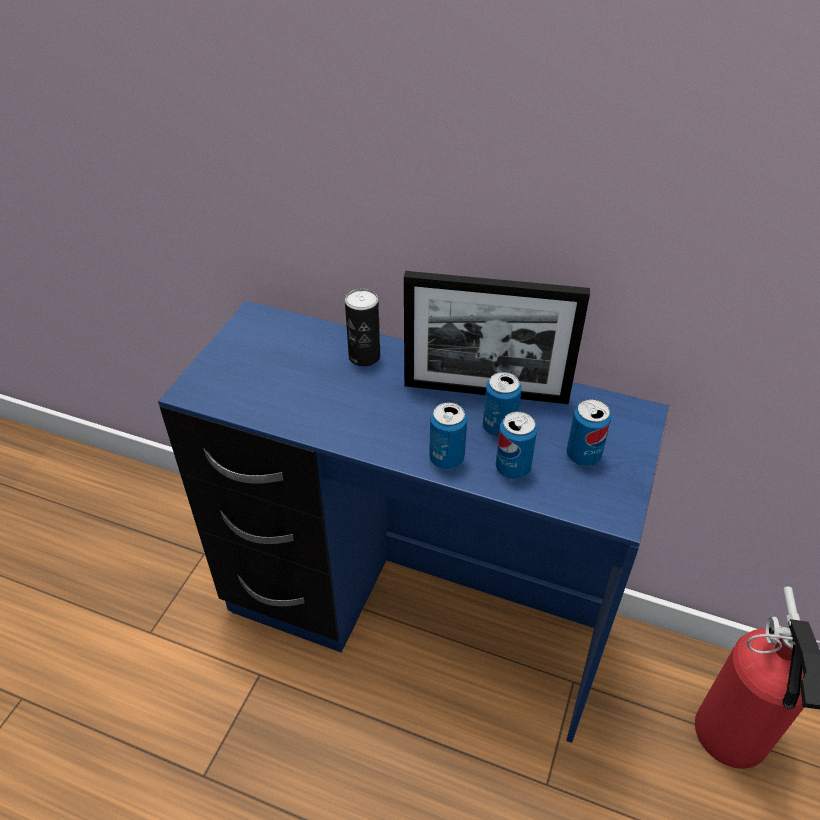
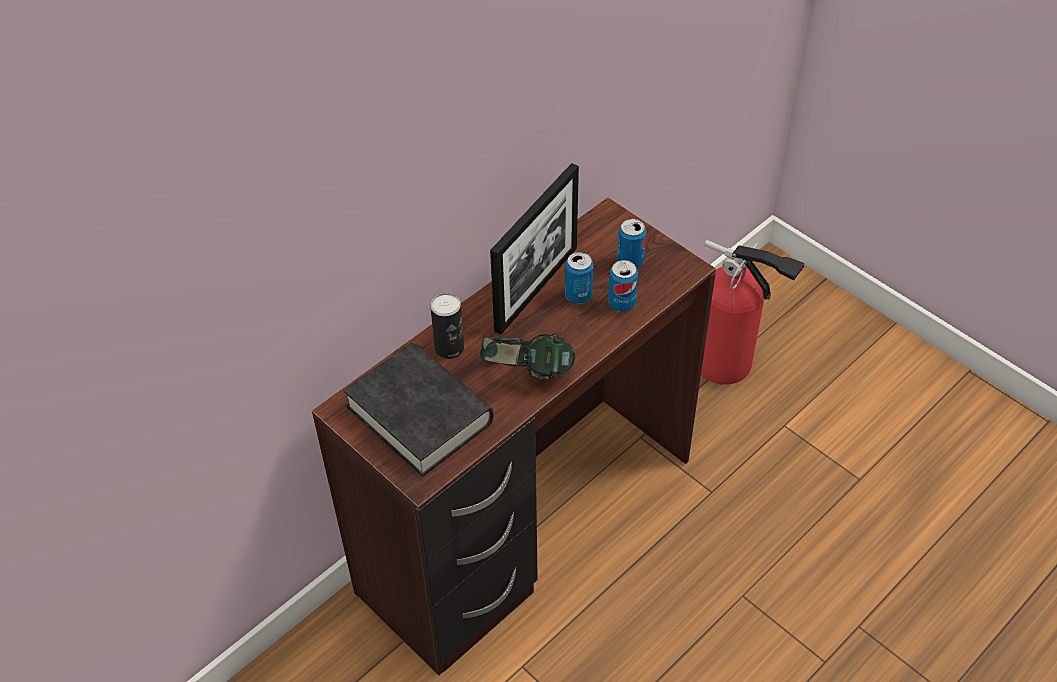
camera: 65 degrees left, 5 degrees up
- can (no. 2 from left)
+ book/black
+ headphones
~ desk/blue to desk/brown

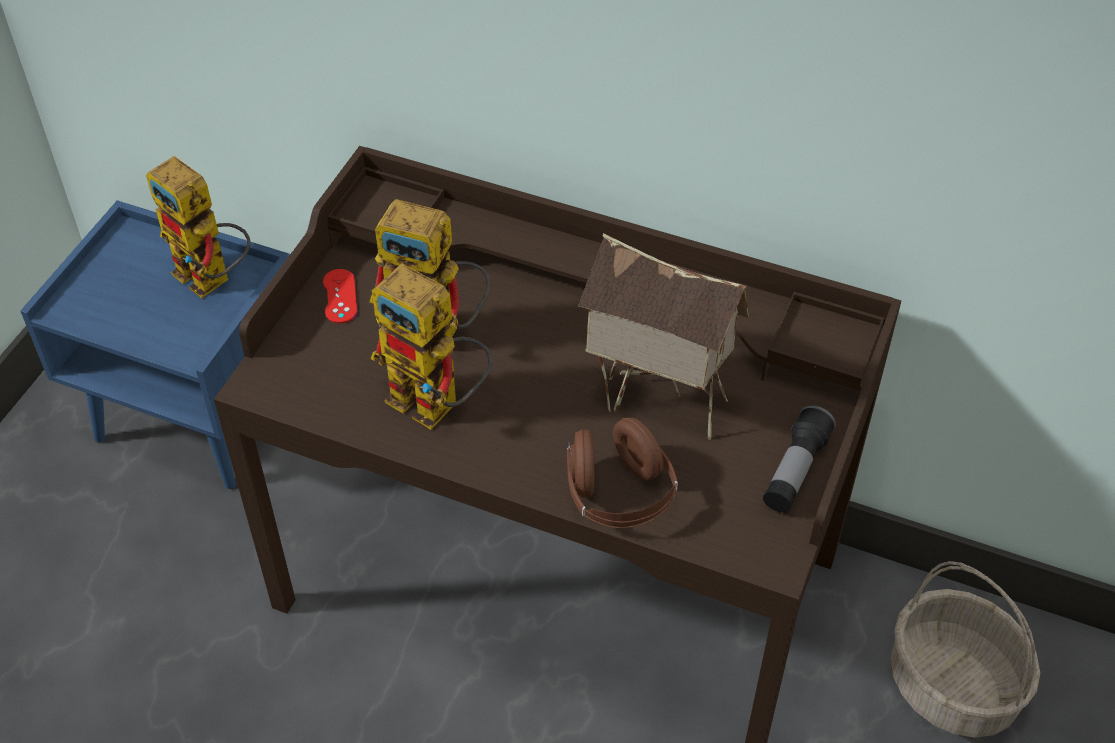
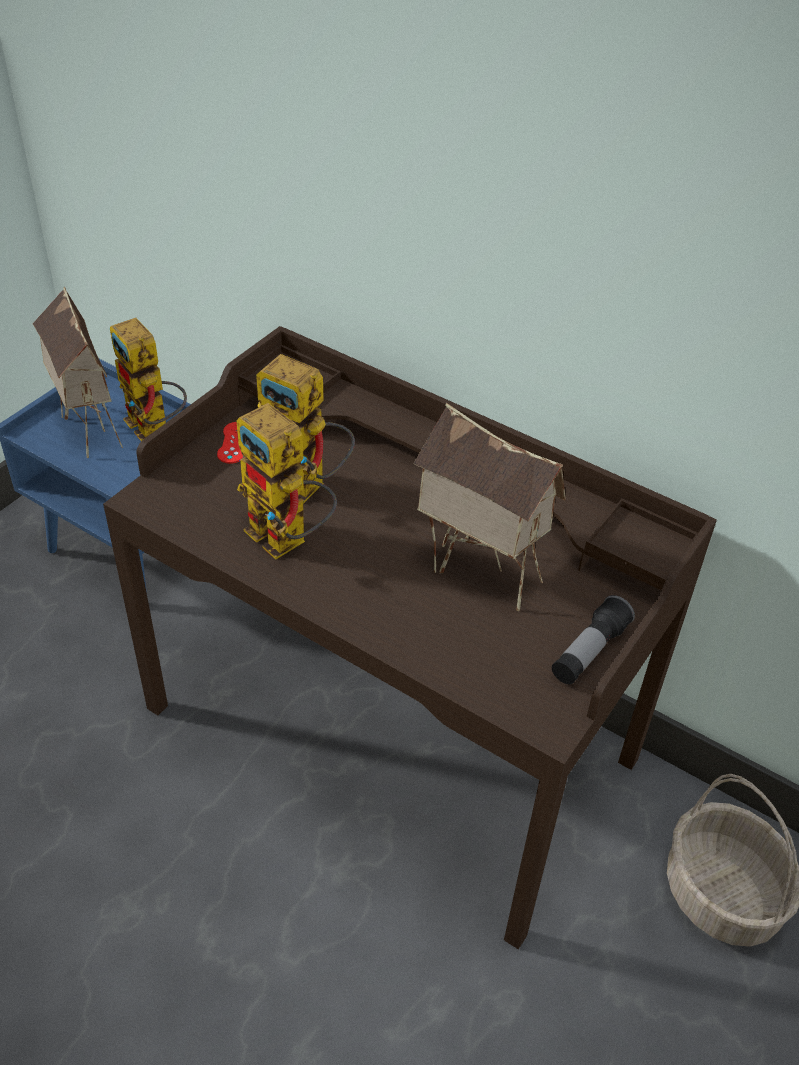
camera: 10 degrees right, 5 degrees down
- headphones/brown
+ toy house (no. 1 from left)

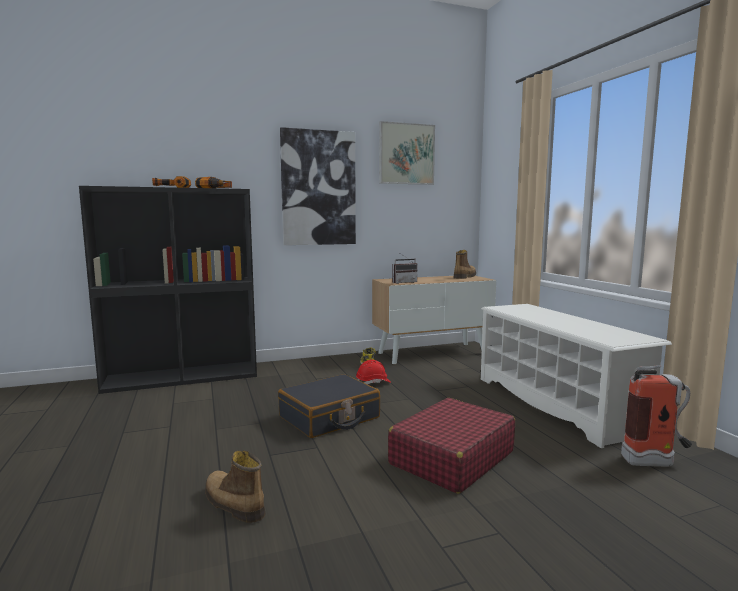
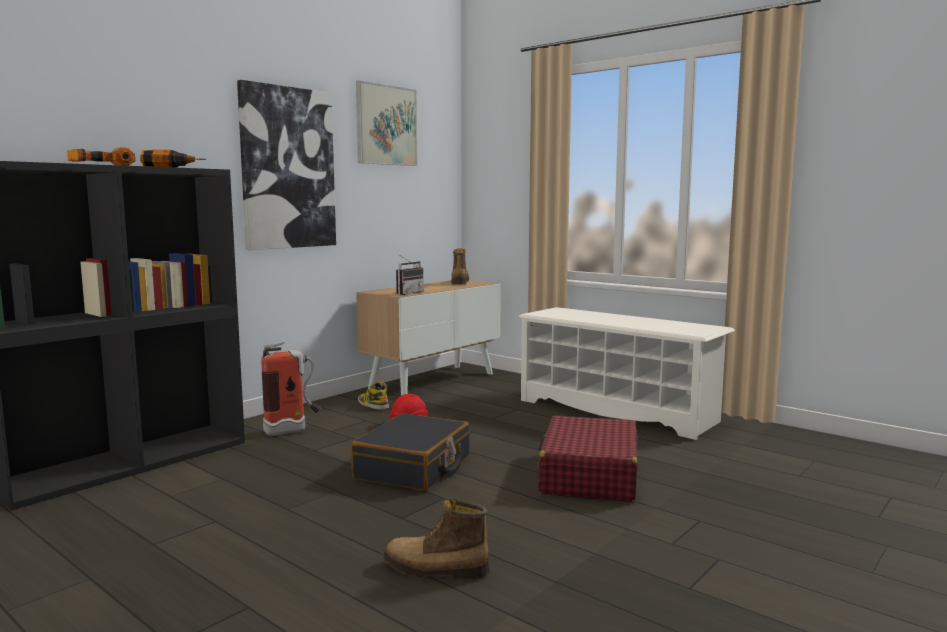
camera: 30 degrees left, 0 degrees up
~ fire extinguisher

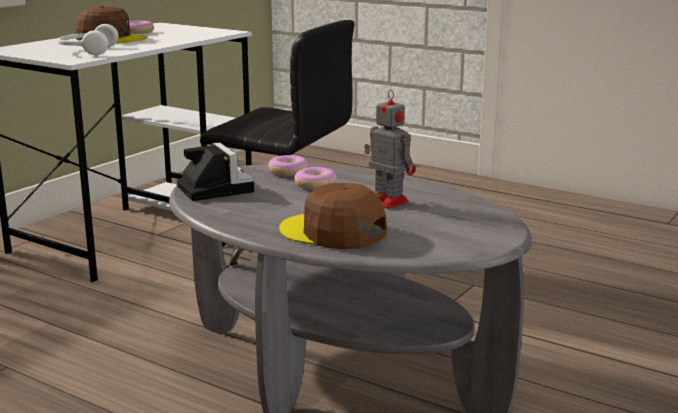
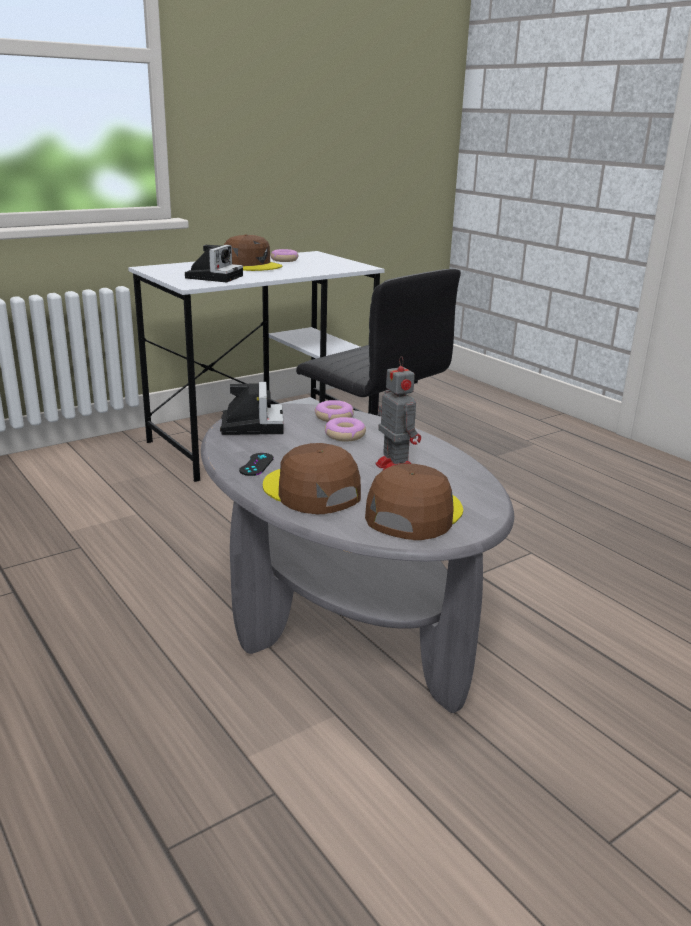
camera: 20 degrees right, 5 degrees up
+ game controller/black
+ cap/brown (no. 3 from left)
~ headphones/white to photo camera (no. 1 from left)

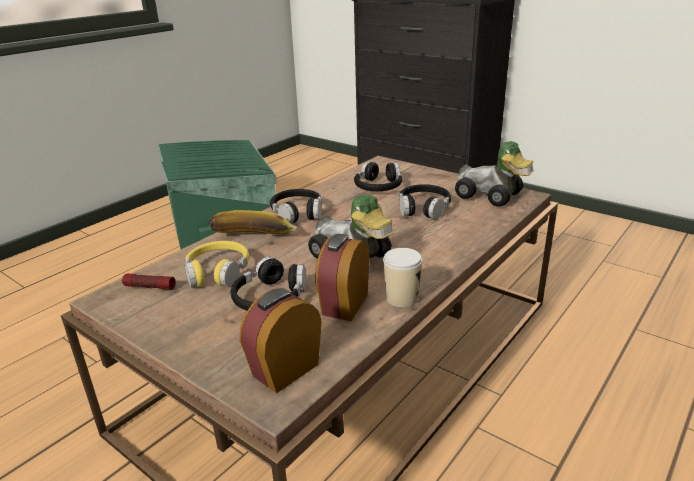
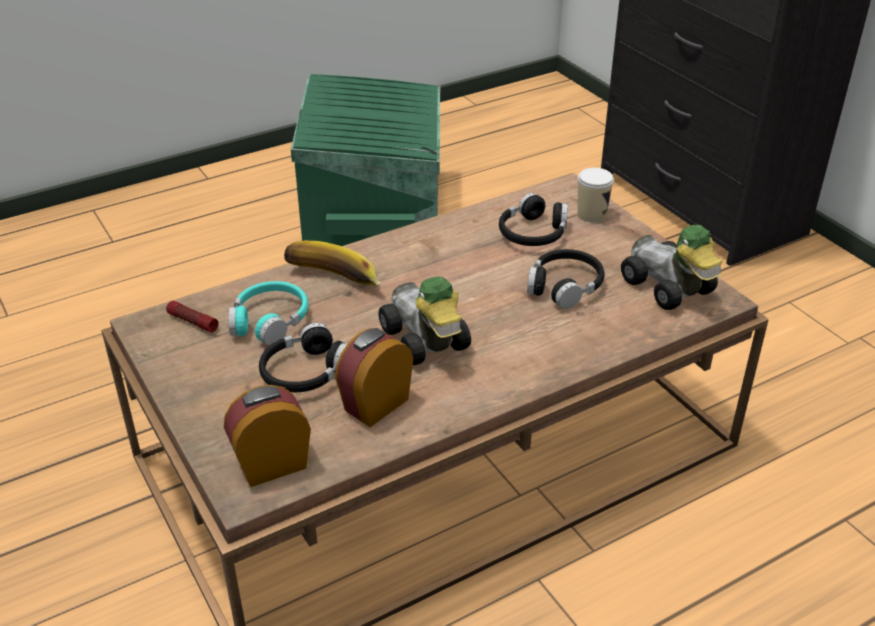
camera: 20 degrees right, 10 degrees up
- headphones/black (no. 2 from left)
~ cup
~ headphones/yellow to headphones/turquoise

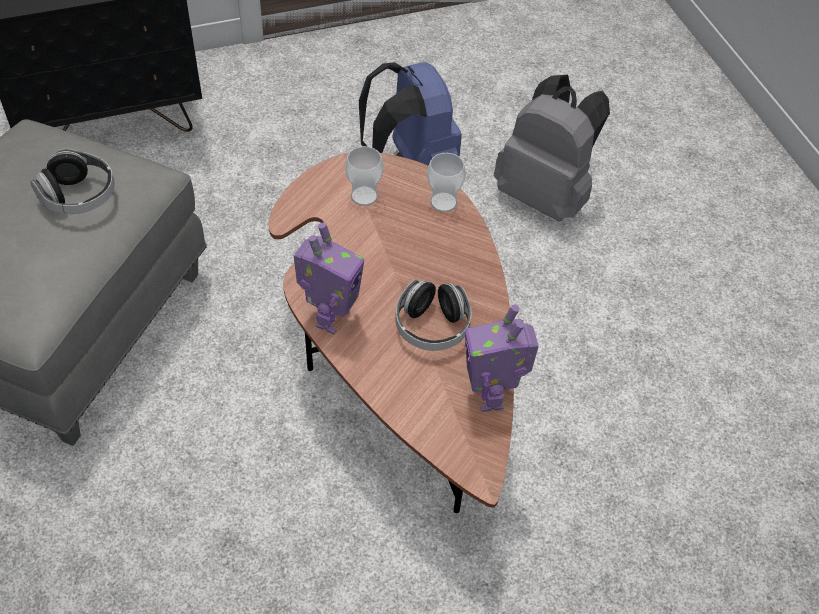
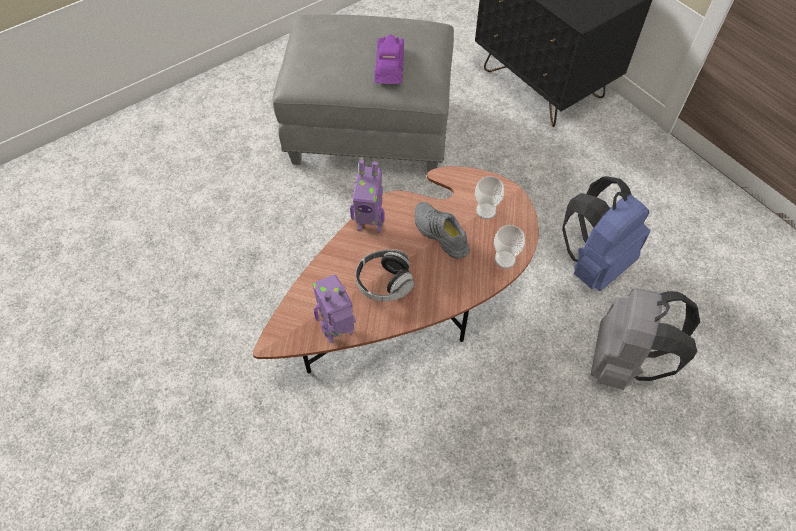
camera: 75 degrees right, 5 degrees up
+ shoe/grey
~ headphones (no. 1 from left) to toy car/purple

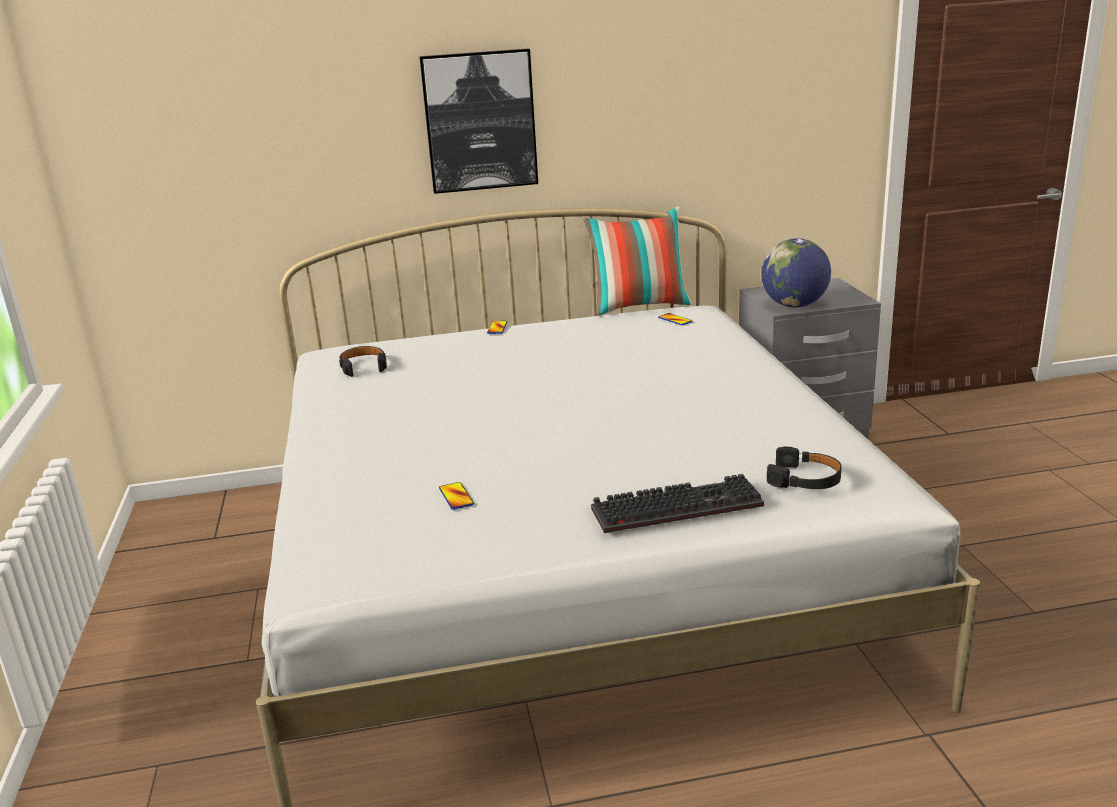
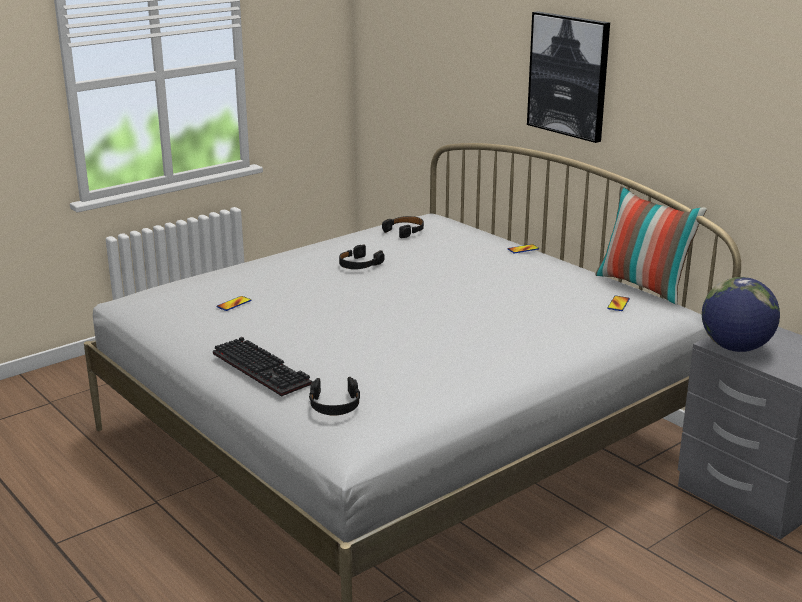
camera: 60 degrees right, 0 degrees up
+ headphones/black (no. 2 from left)

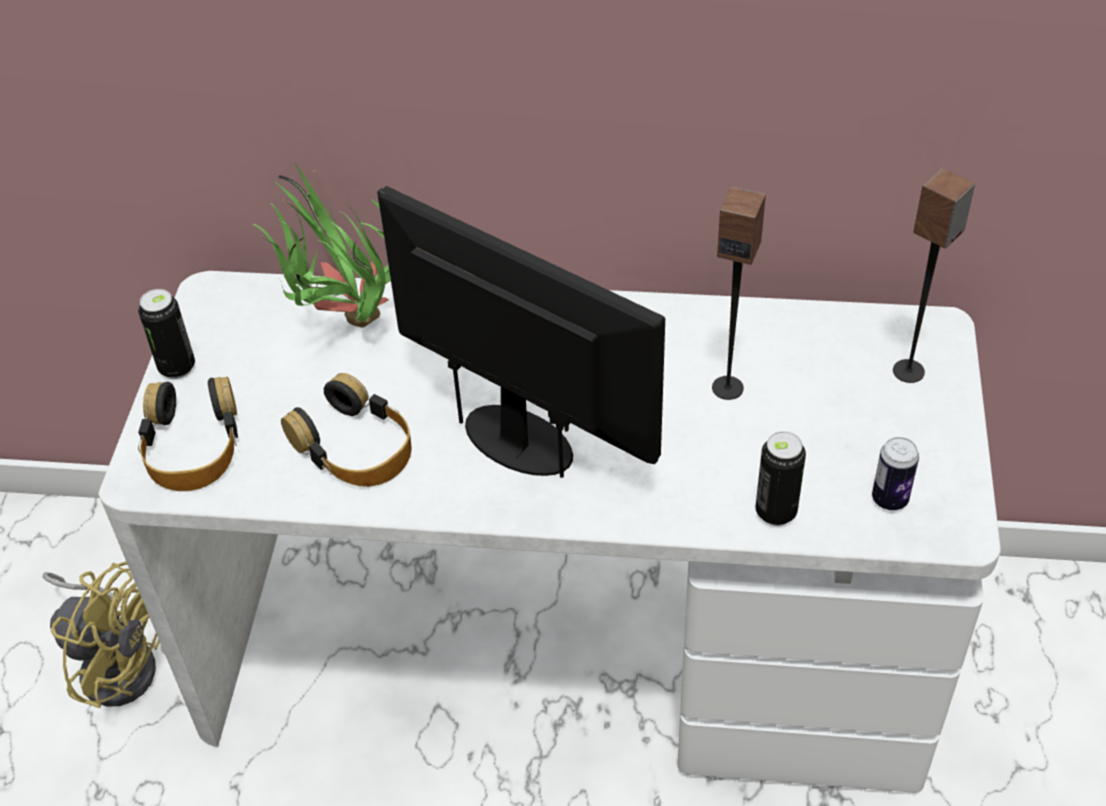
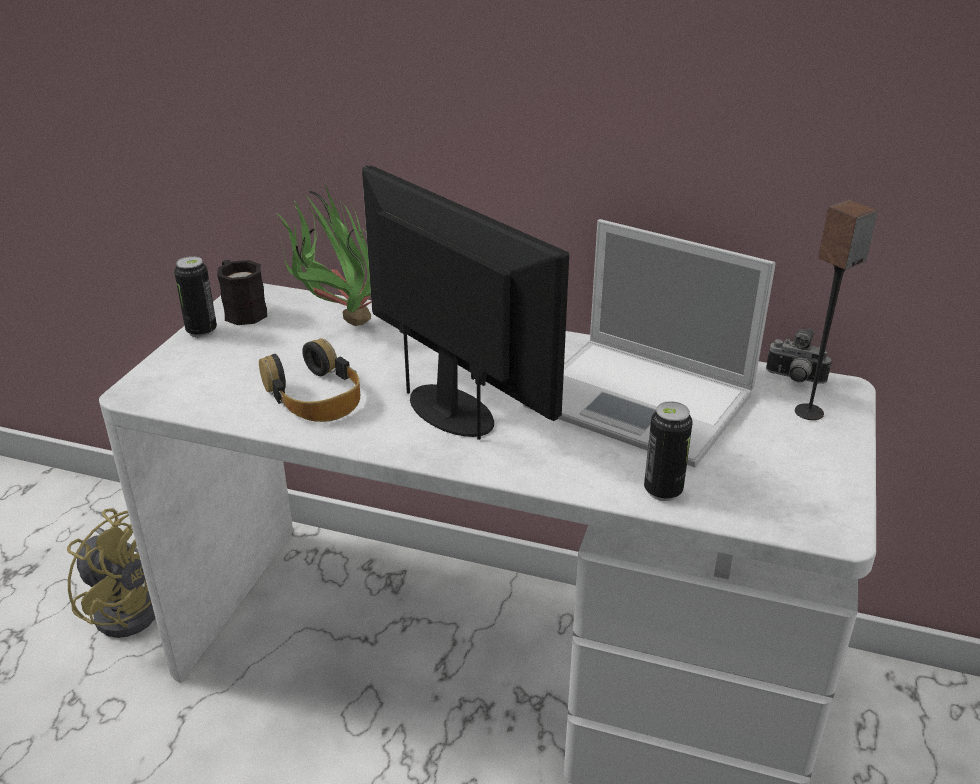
camera: 10 degrees right, 15 degrees down
- headphones (no. 1 from left)
- can (no. 3 from left)
+ mug/black
+ photo camera
~ speaker (no. 1 from left) to laptop

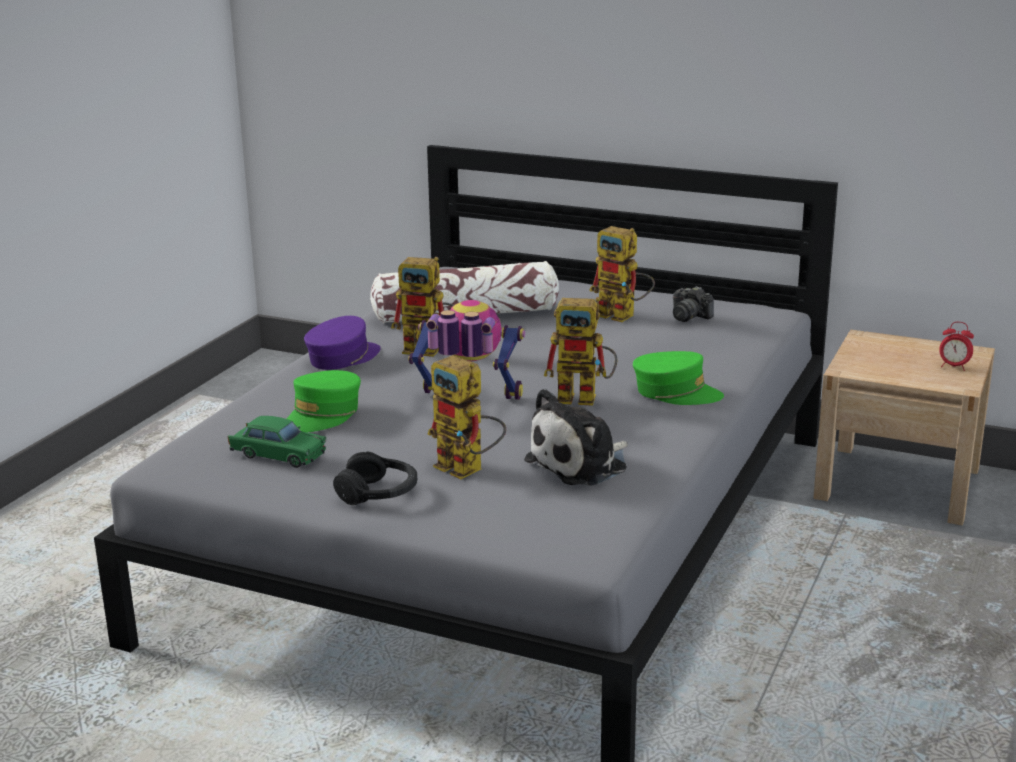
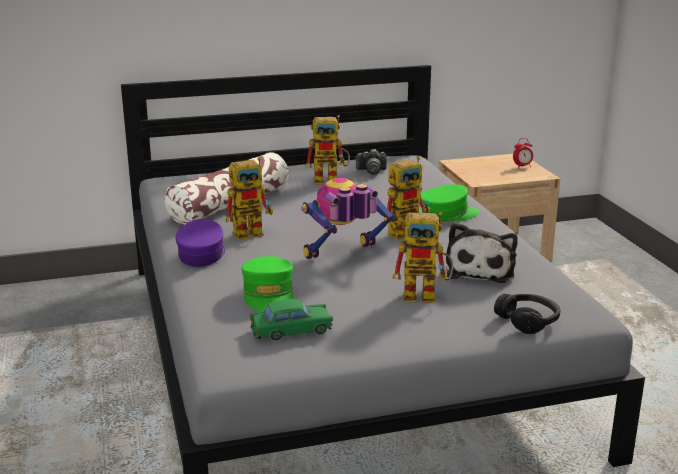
camera: 40 degrees left, 0 degrees up
~ headphones/black

